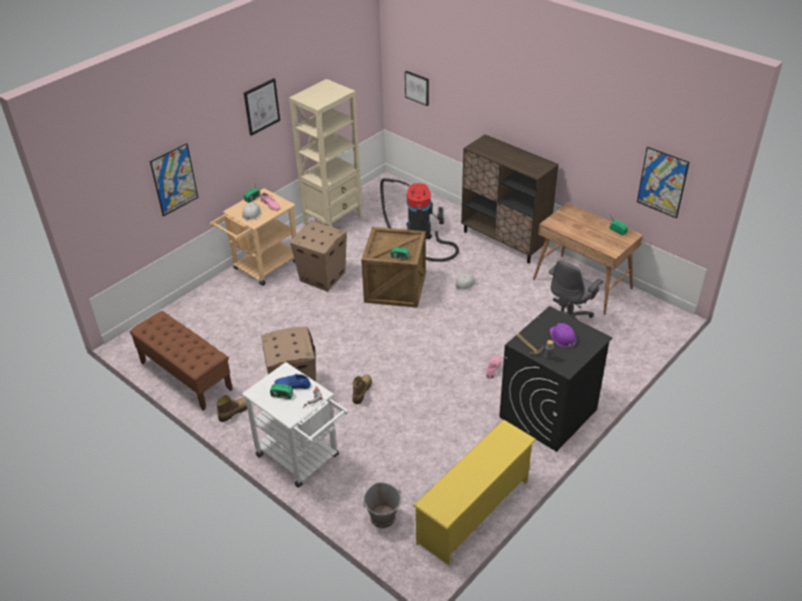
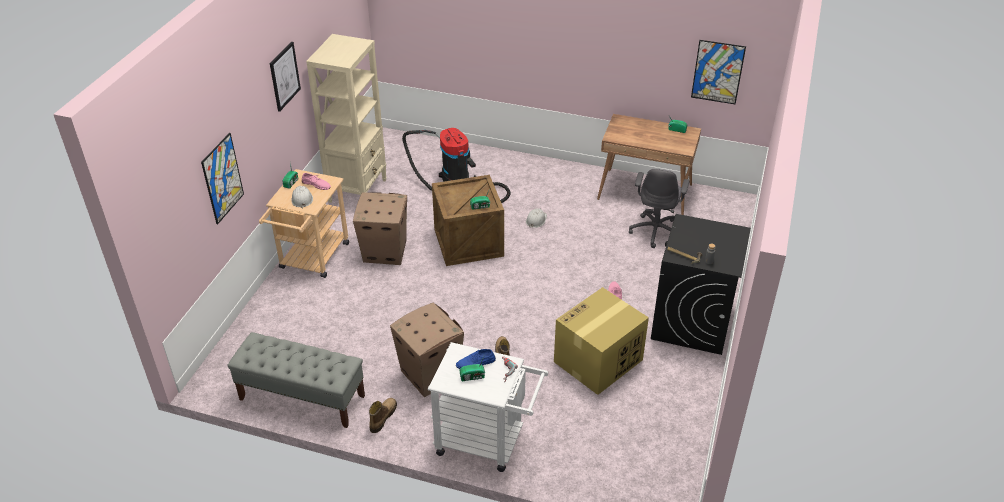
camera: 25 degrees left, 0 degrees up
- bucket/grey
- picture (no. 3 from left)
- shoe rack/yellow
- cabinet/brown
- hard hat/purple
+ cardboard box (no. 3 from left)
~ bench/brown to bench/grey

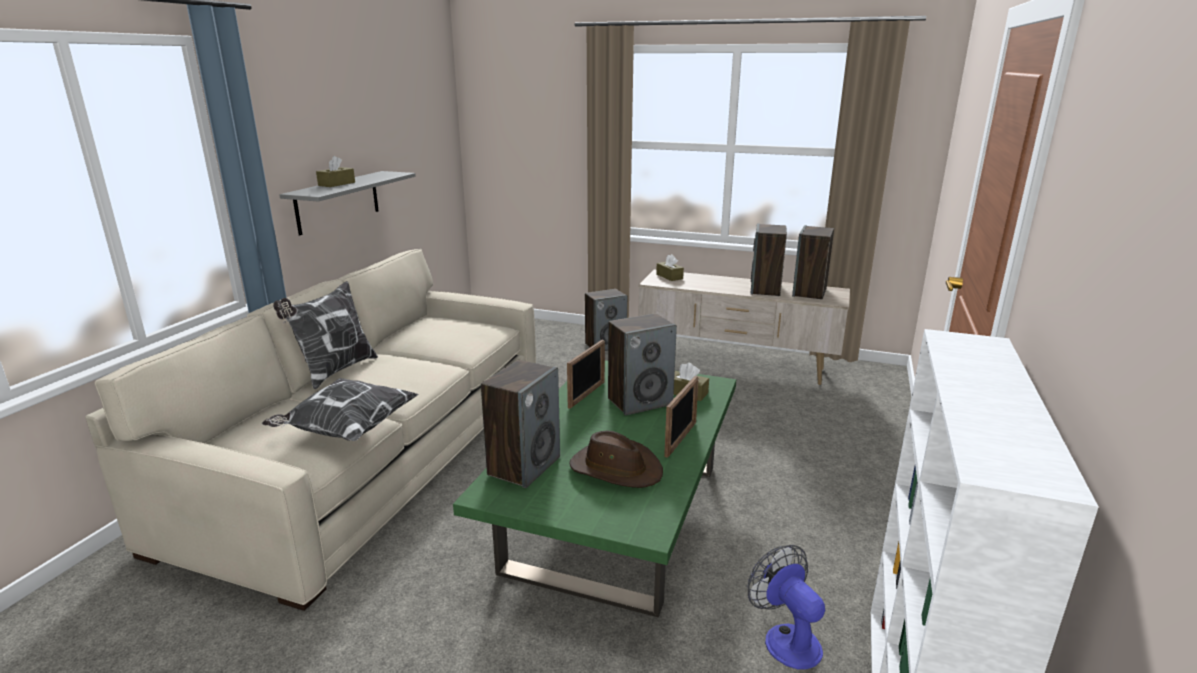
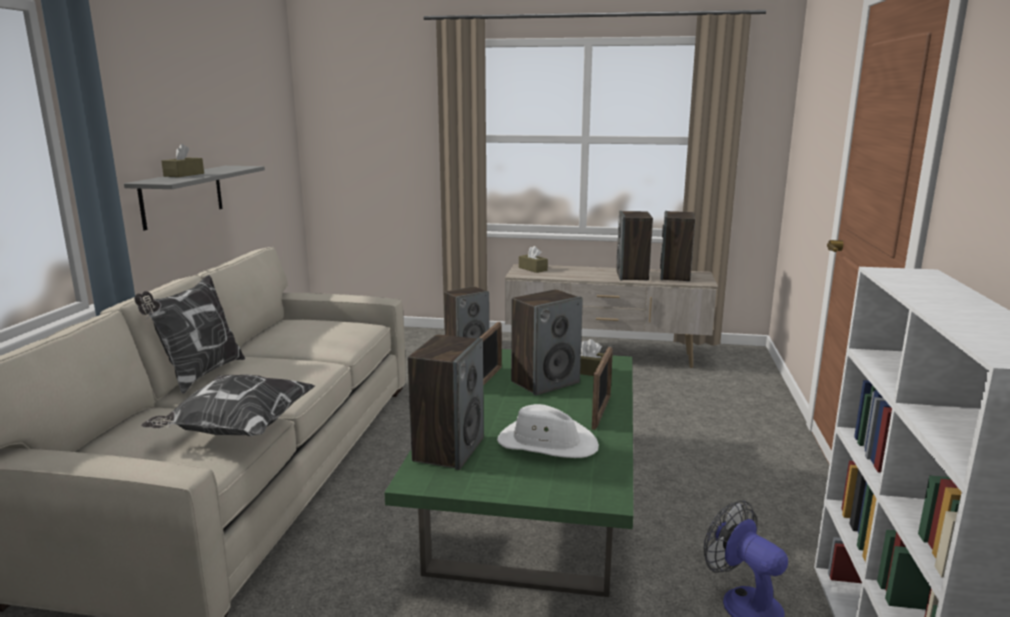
camera: 10 degrees left, 5 degrees down
~ hat/brown to hat/white

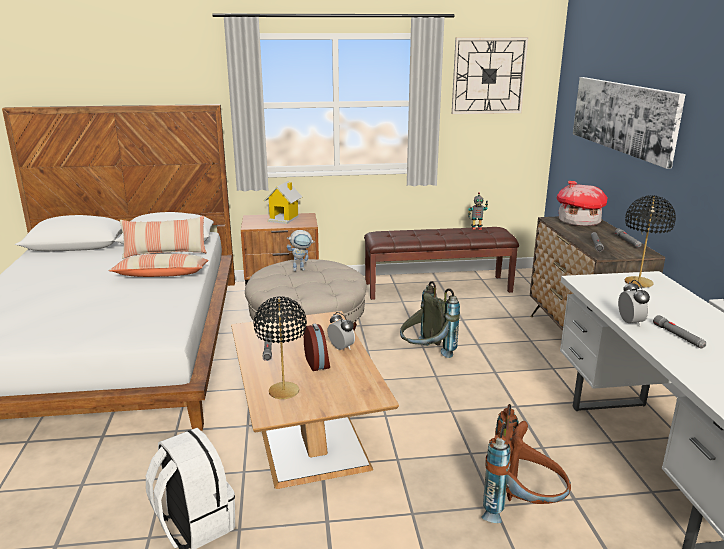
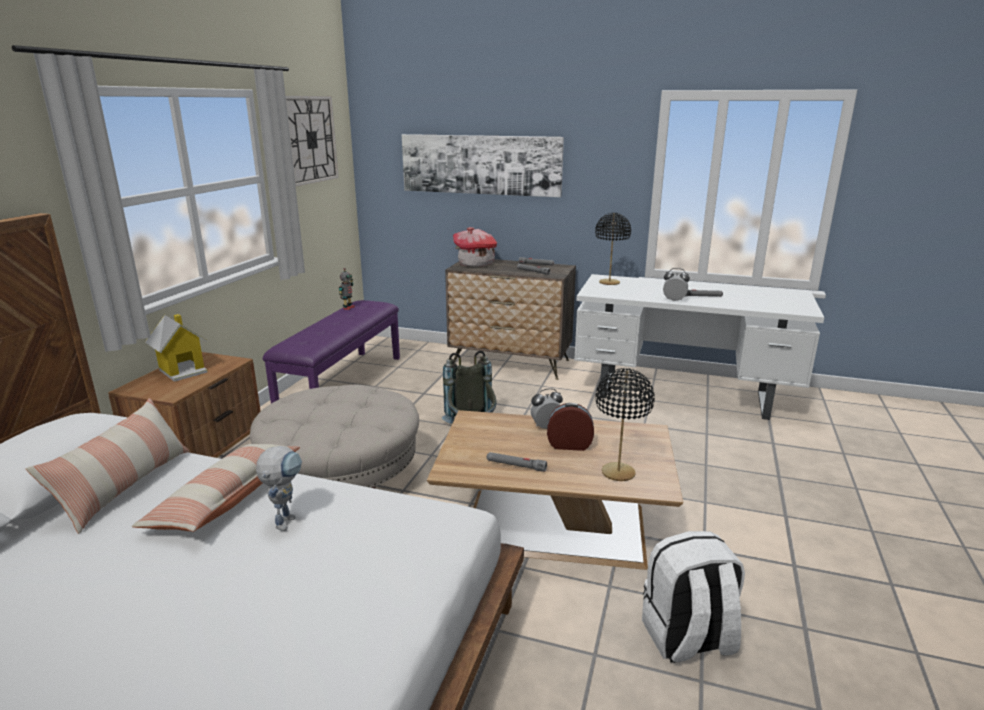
camera: 65 degrees left, 0 degrees up
- backpack/brown
~ toy robot (no. 1 from left)
~ bench/brown to bench/purple

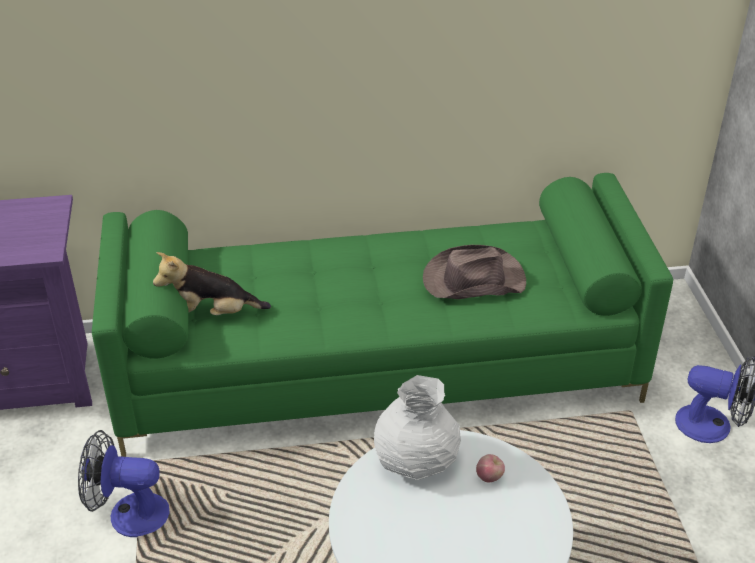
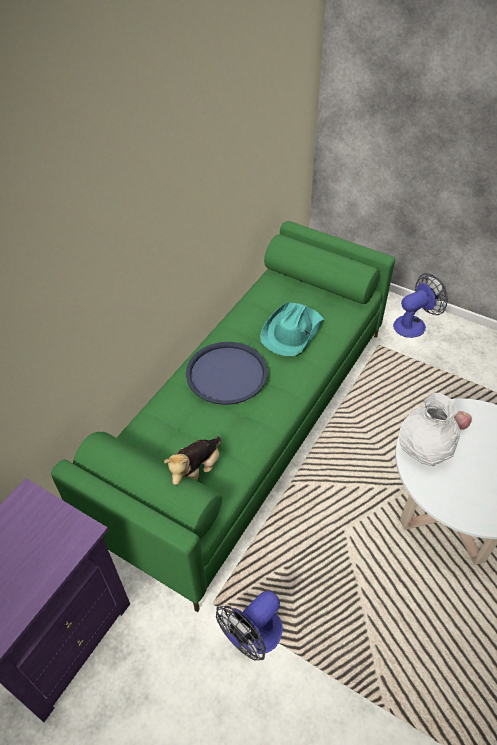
camera: 50 degrees left, 10 degrees up
+ tray/blue
~ hat/brown to hat/turquoise

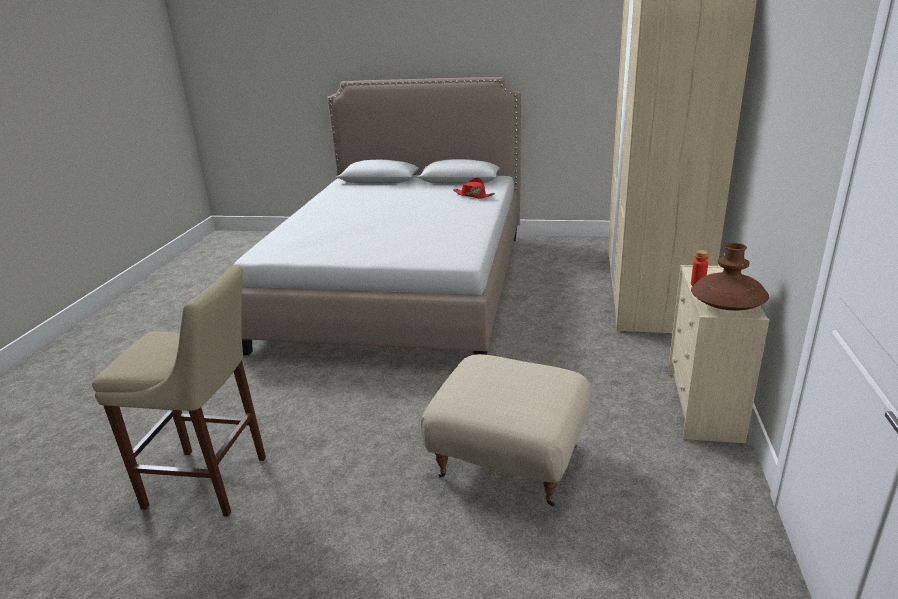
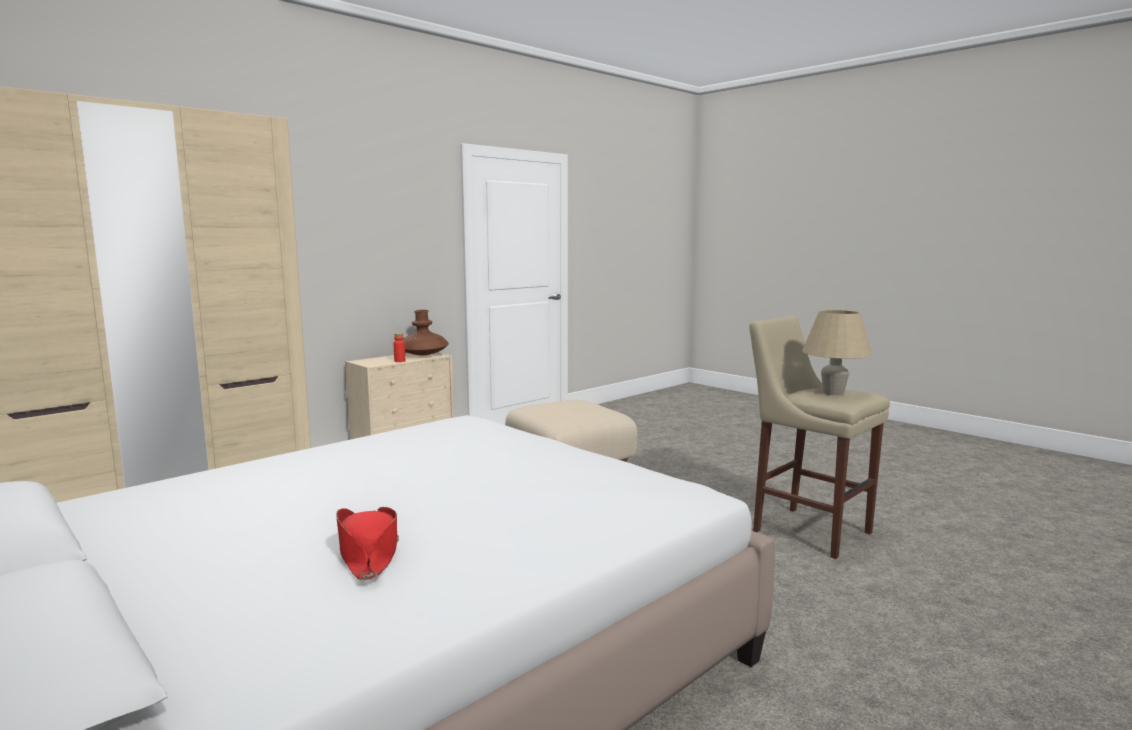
camera: 145 degrees left, 15 degrees down
+ table lamp/beige
~ hat/red

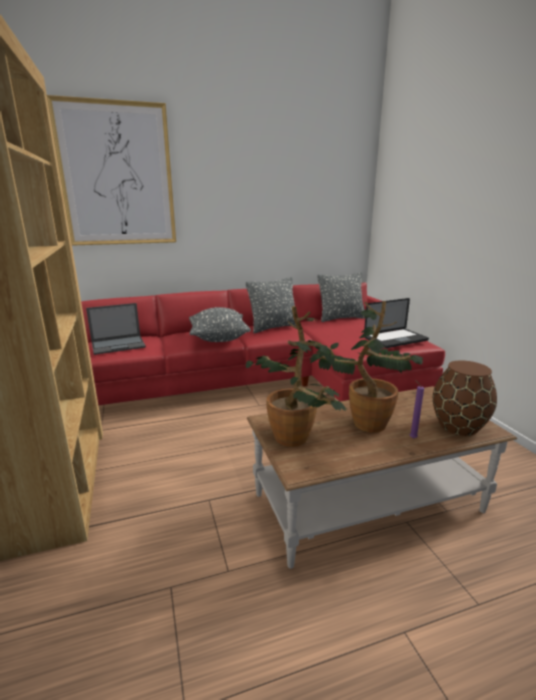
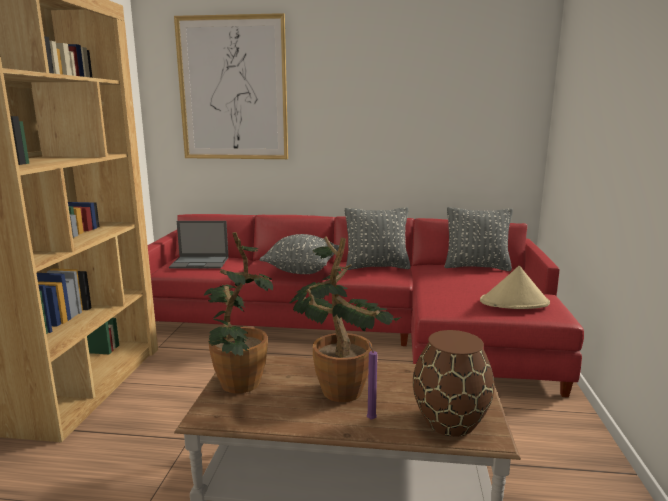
camera: 25 degrees right, 5 degrees down
~ laptop (no. 2 from left) to hat/beige

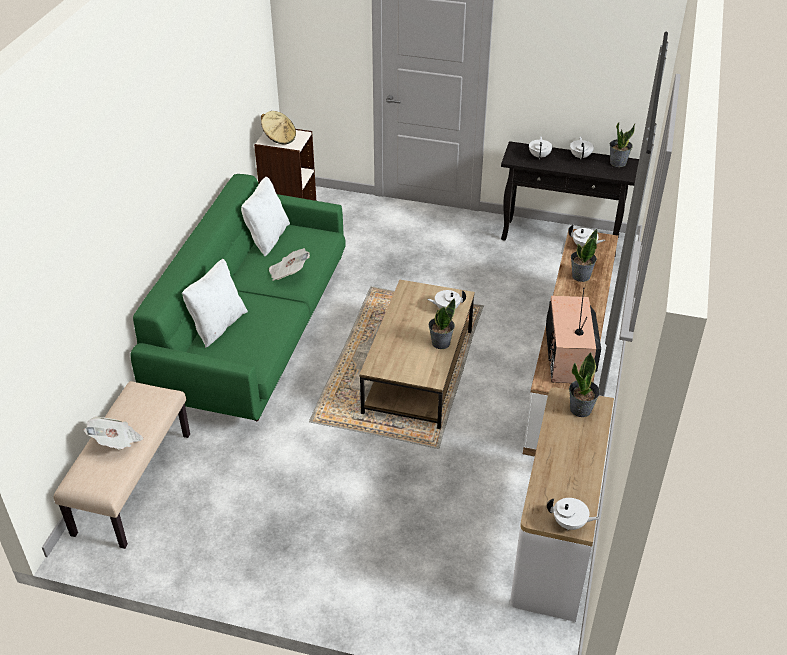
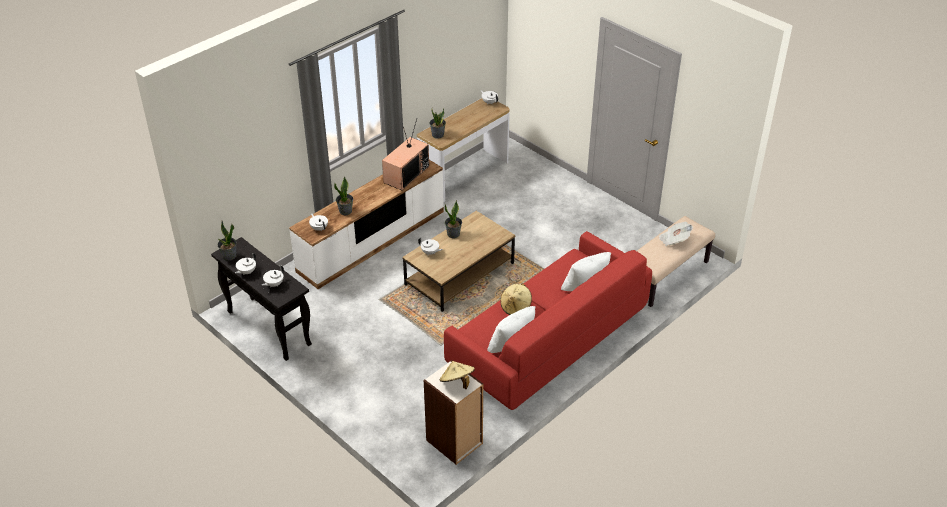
camera: 150 degrees left, 0 degrees up
~ newspaper (no. 2 from left) to hat/beige (no. 2 from left)
~ sofa/green to sofa/red

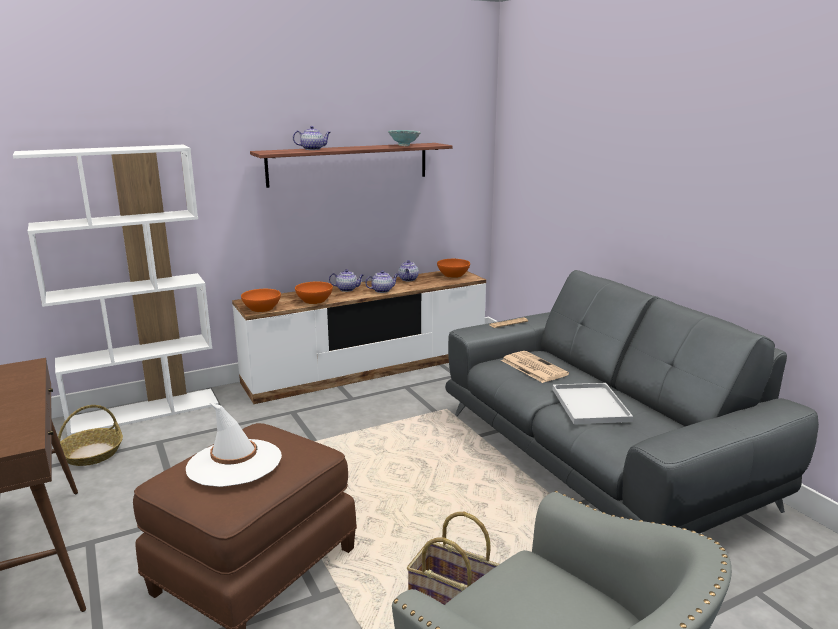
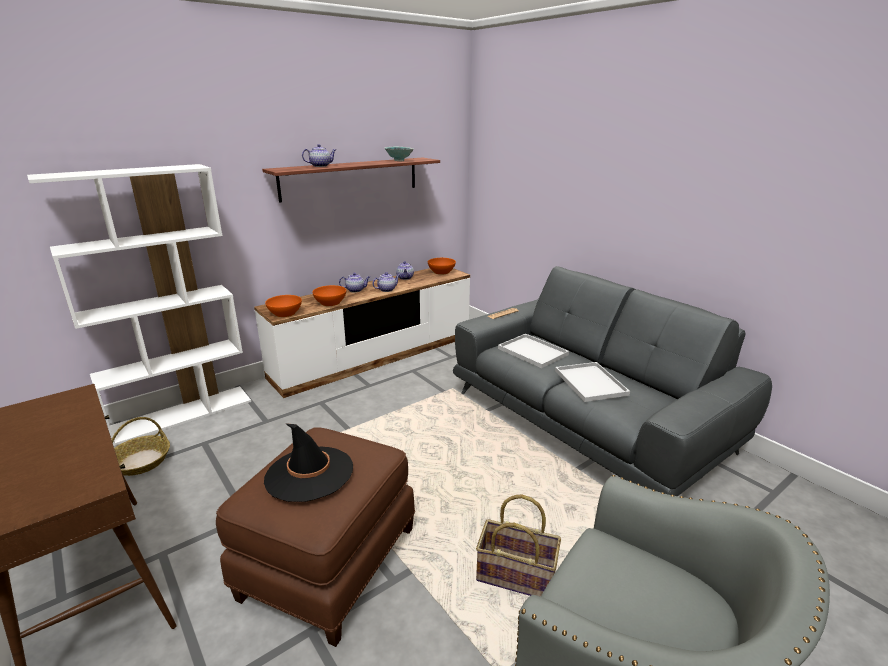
camera: 10 degrees left, 5 degrees up
~ newspaper (no. 2 from left) to tray/white (no. 1 from left)
~ hat/white to hat/black

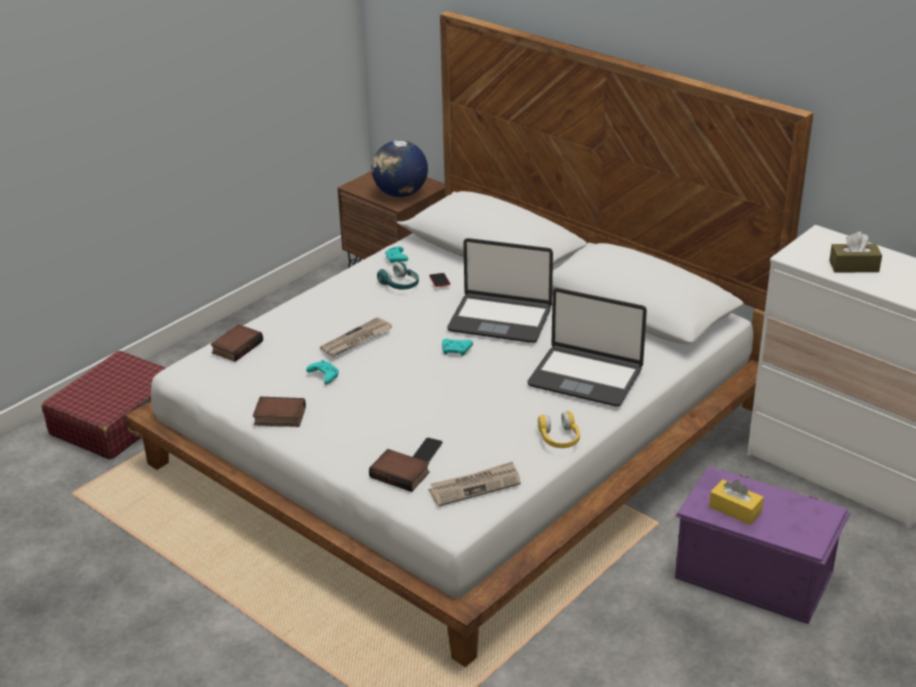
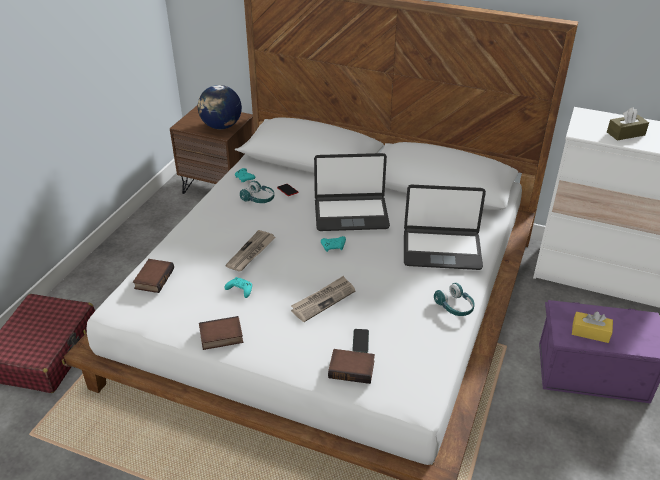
camera: 20 degrees left, 5 degrees up
~ newspaper (no. 2 from left)
~ headphones/yellow to headphones/turquoise (no. 2 from left)

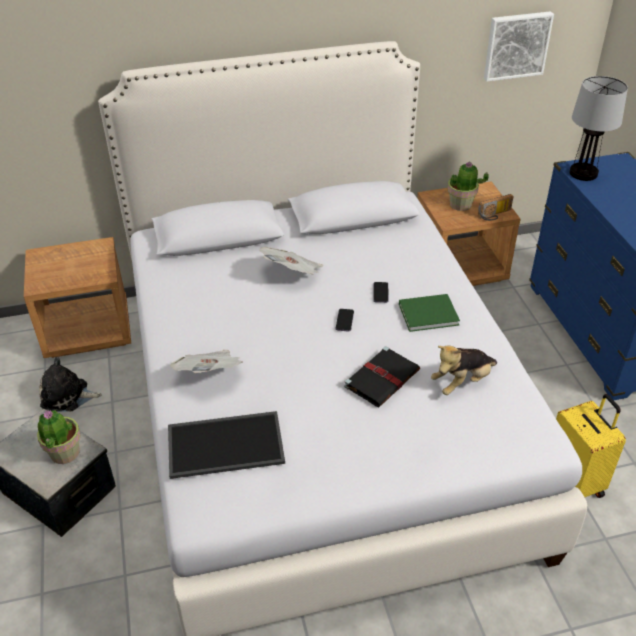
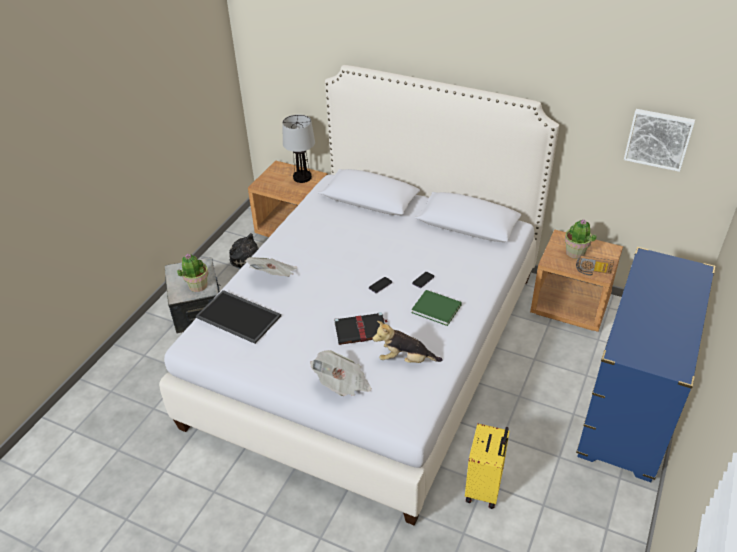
camera: 40 degrees right, 0 degrees up
~ newspaper (no. 2 from left)
~ table lamp

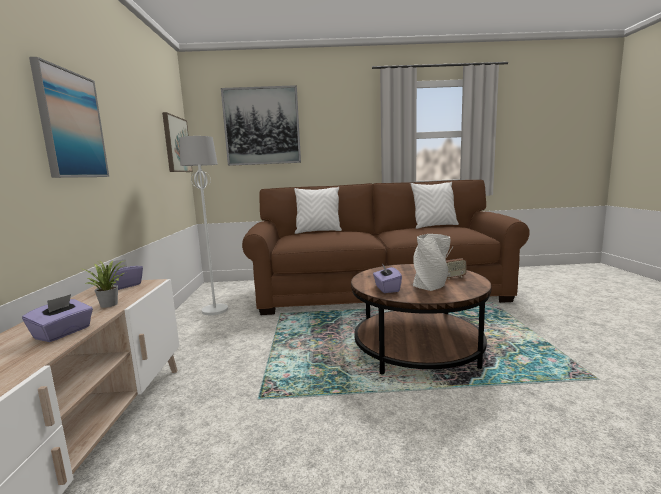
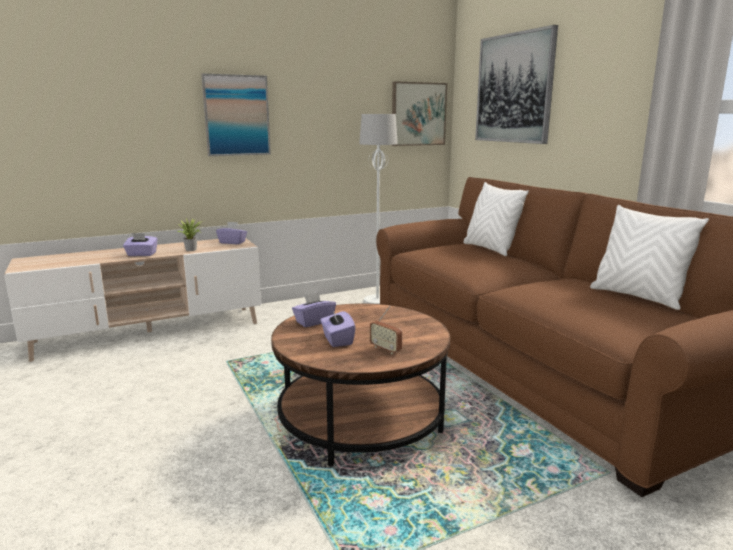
camera: 65 degrees right, 5 degrees up
~ vase/white to tissue box/purple (no. 4 from left)

